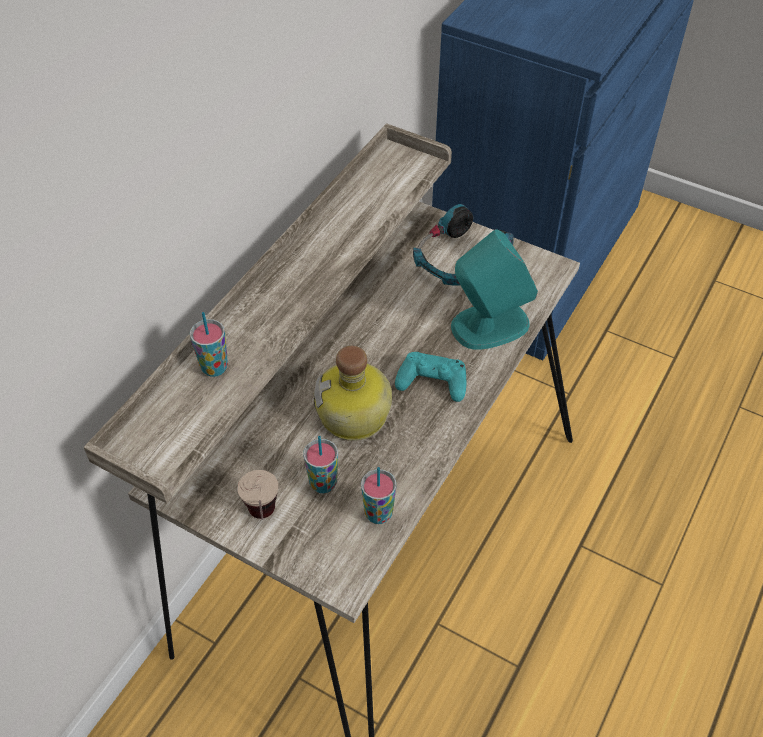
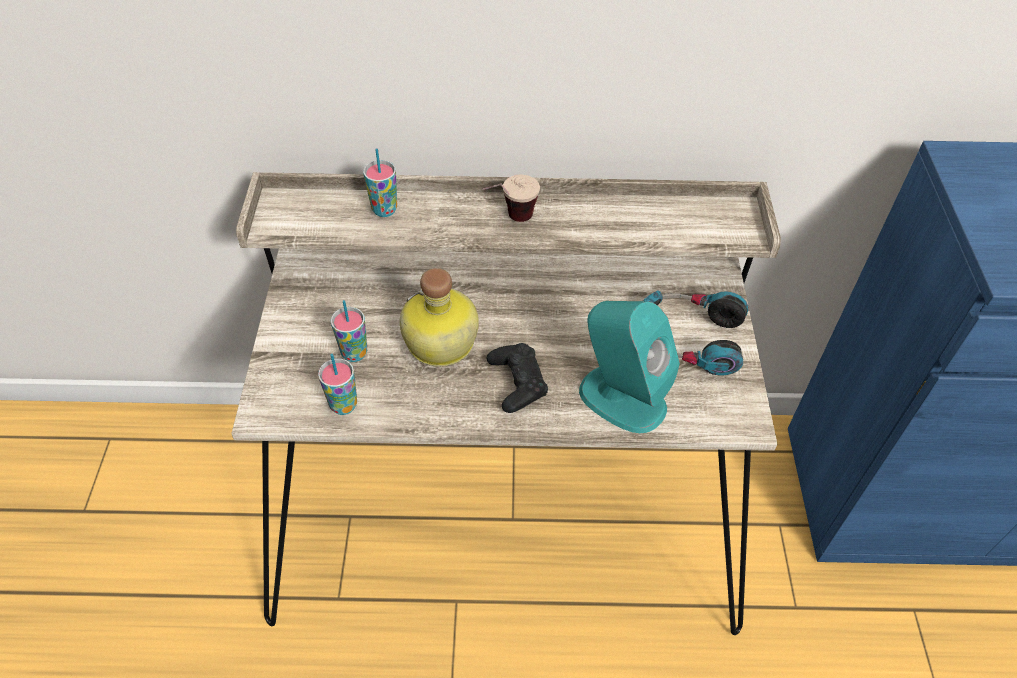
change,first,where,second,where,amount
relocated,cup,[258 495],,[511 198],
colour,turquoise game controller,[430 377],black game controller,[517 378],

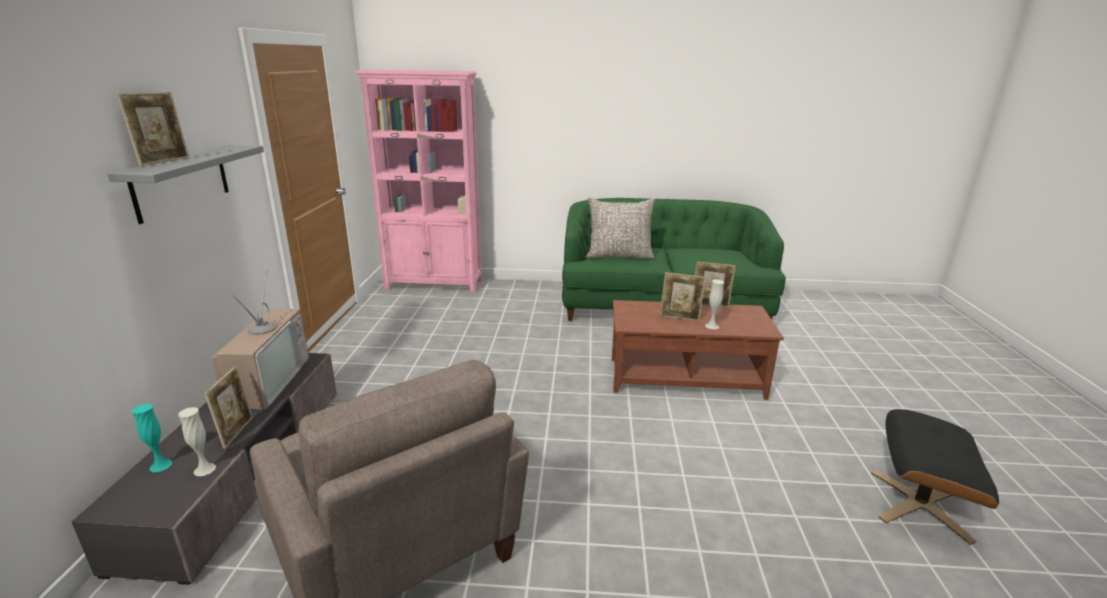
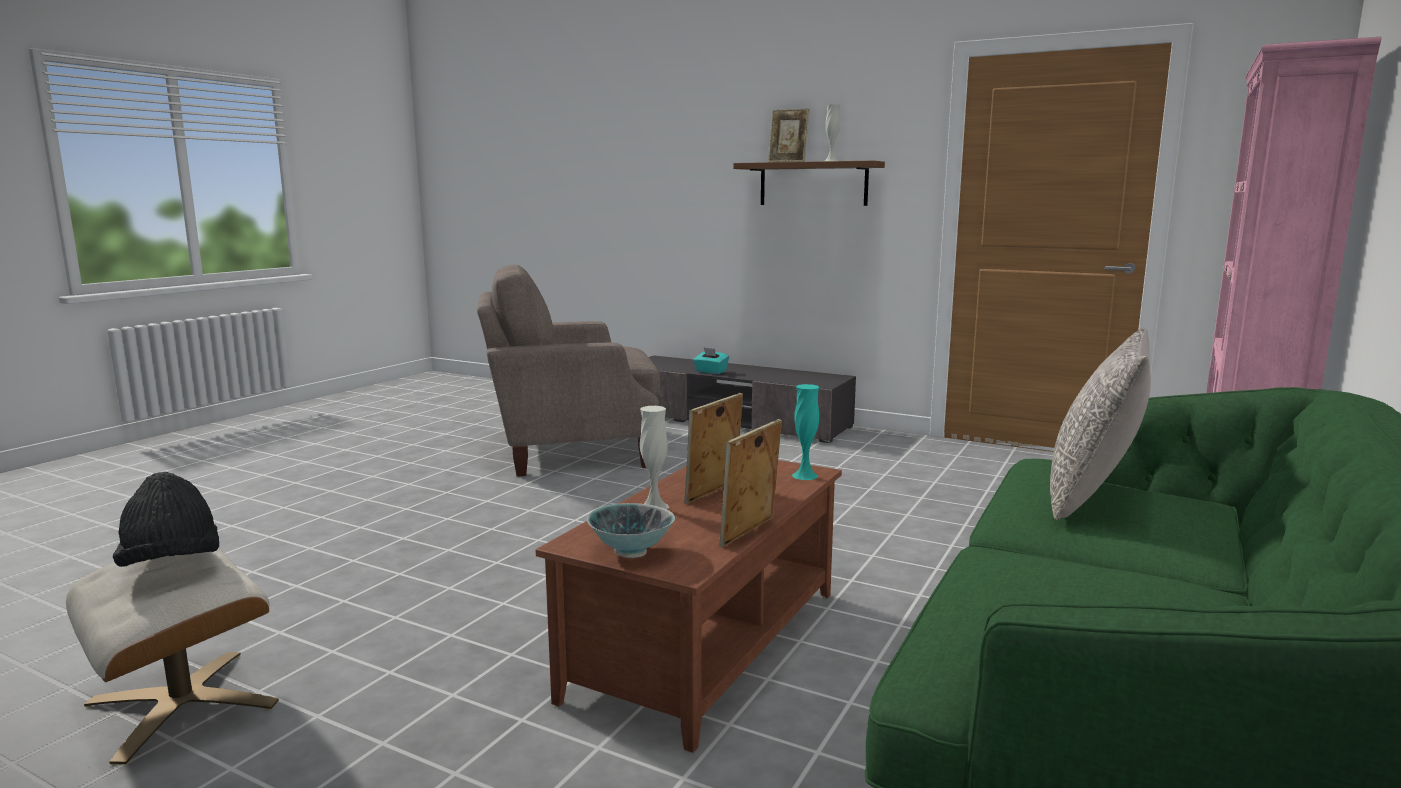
change,first,where,second,where,amount
colour,black ottoman,[935 477],beige ottoman,[172 656],
appeared,,,black hat,[166 519],
appeared,,,bowl,[631 530],
exchanged,picture frame,[228 407],turquoise tissue box,[711 361],
colour,grey shelf,[185 184],brown shelf,[809 183],
relocated,turquoise vase,[152 438],,[805 432],
relocated,white vase,[197 441],,[832 132],
missing,television,[260 340],,,

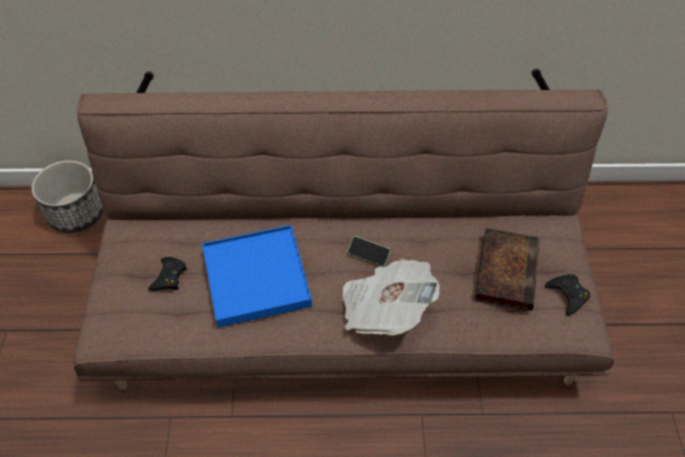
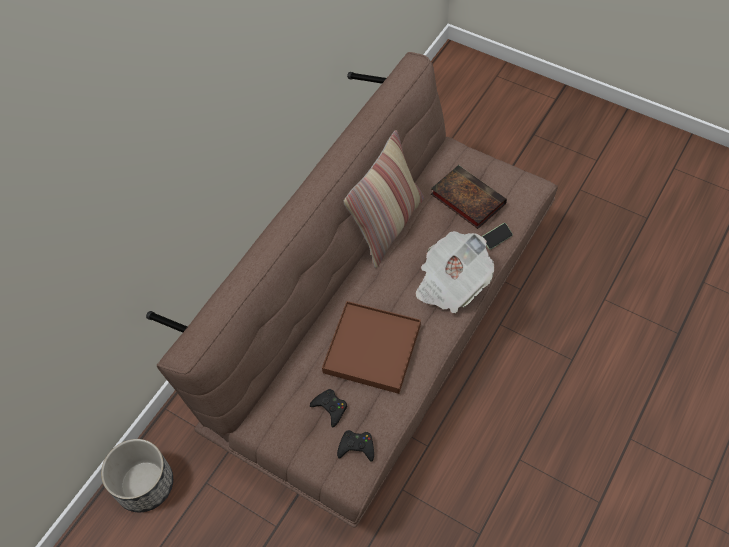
change,first,where,second,where,amount
colour,blue tray,[257 276],brown tray,[371 347],
relocated,black game controller,[567 294],,[355 446],
appeared,,,pillow,[384 199],
relocated,phone,[369 251],,[497 236],

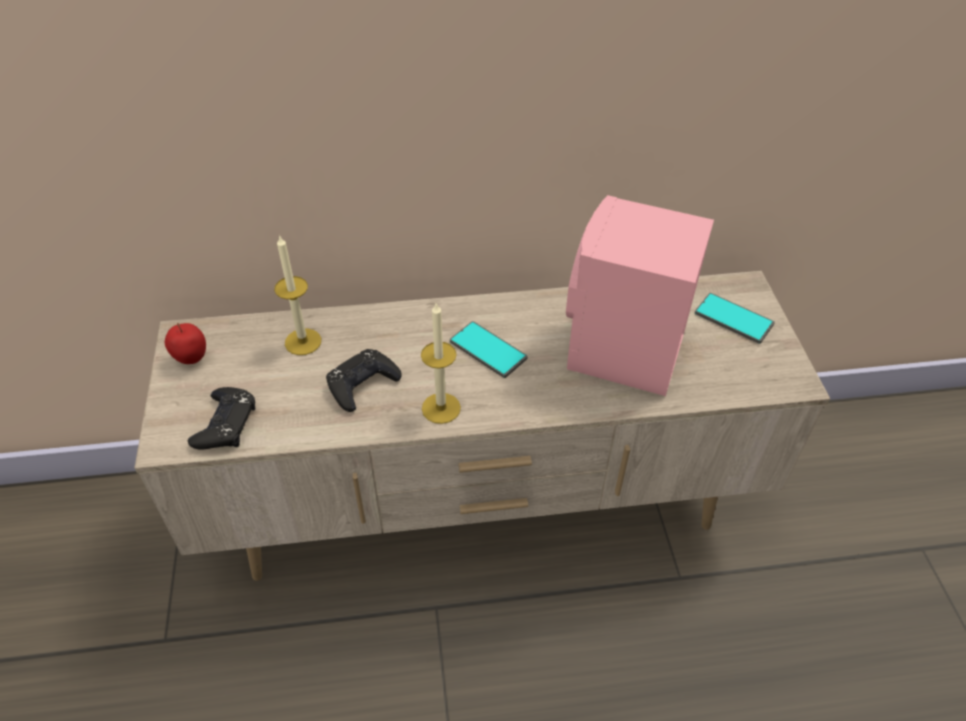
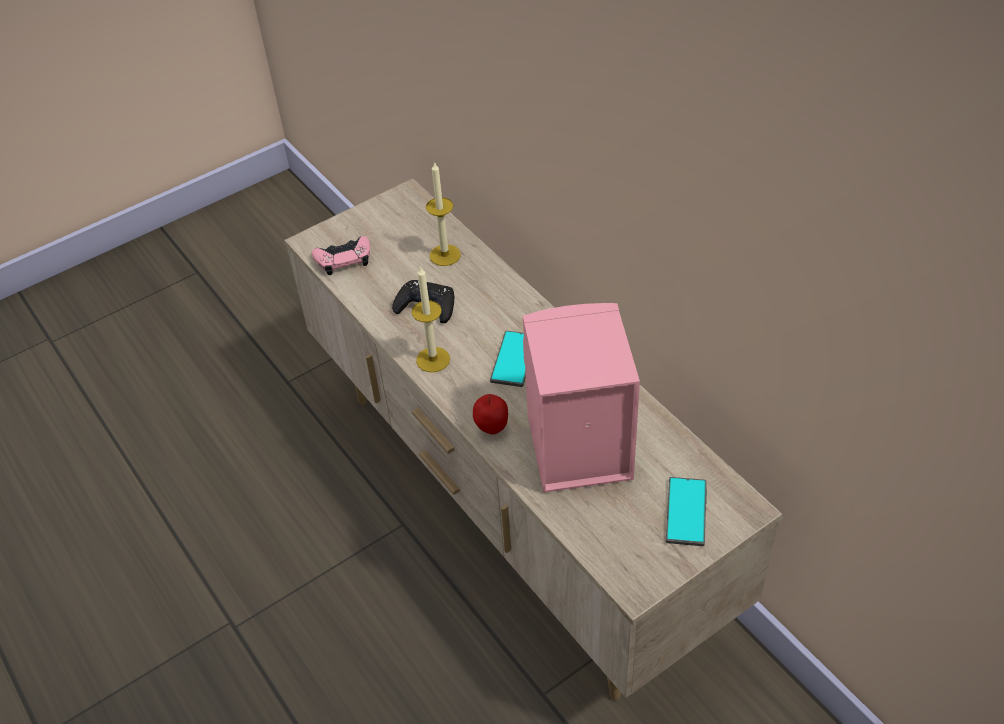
change,first,where,second,where,amount
colour,black game controller,[221 418],pink game controller,[341 255],
relocated,apple,[185 343],,[490 414],

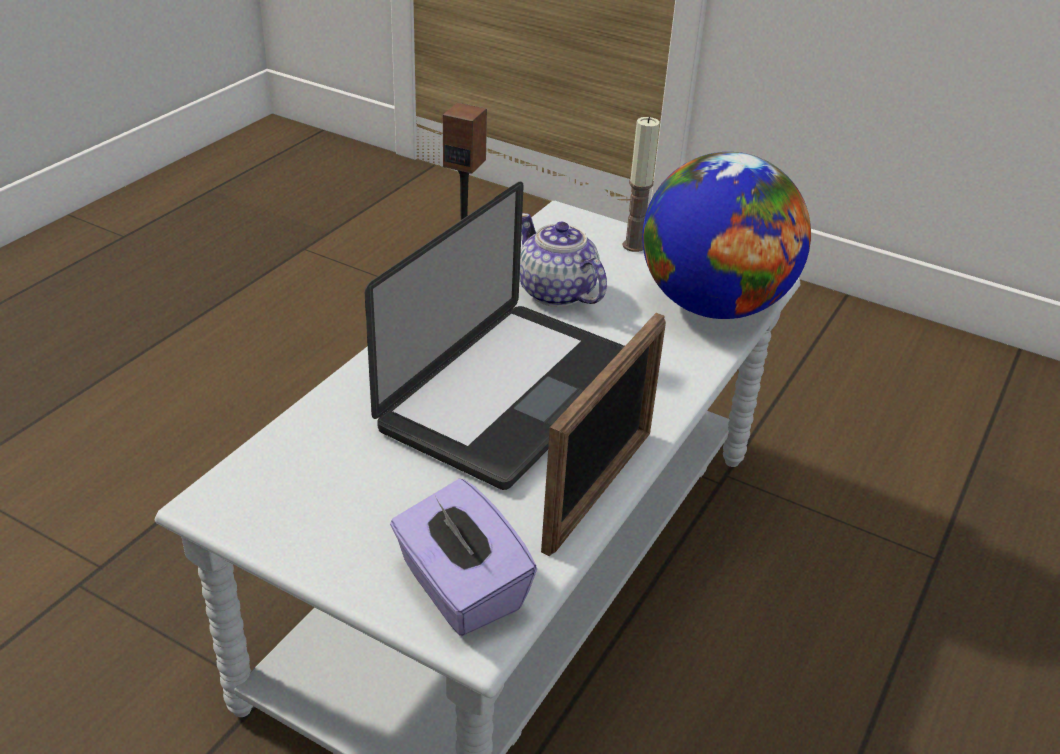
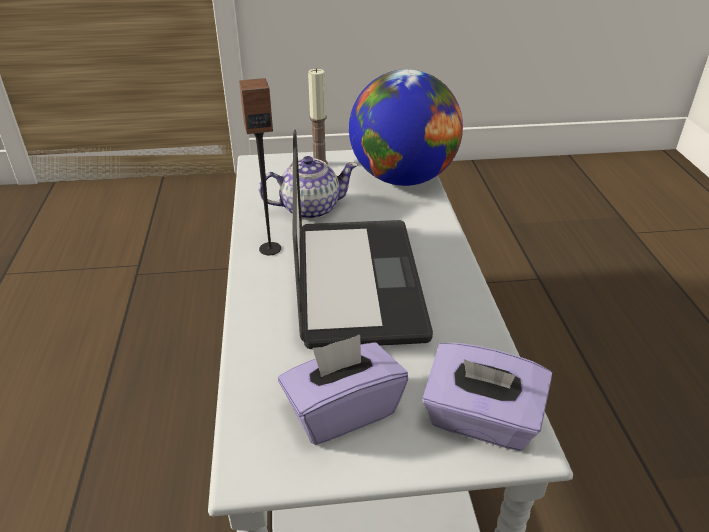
change,first,where,second,where,amount
spun,teapot,[563 260],,[308 187],150 degrees clockwise
appeared,,,purple tissue box,[343 390],
missing,picture frame,[603 434],,,

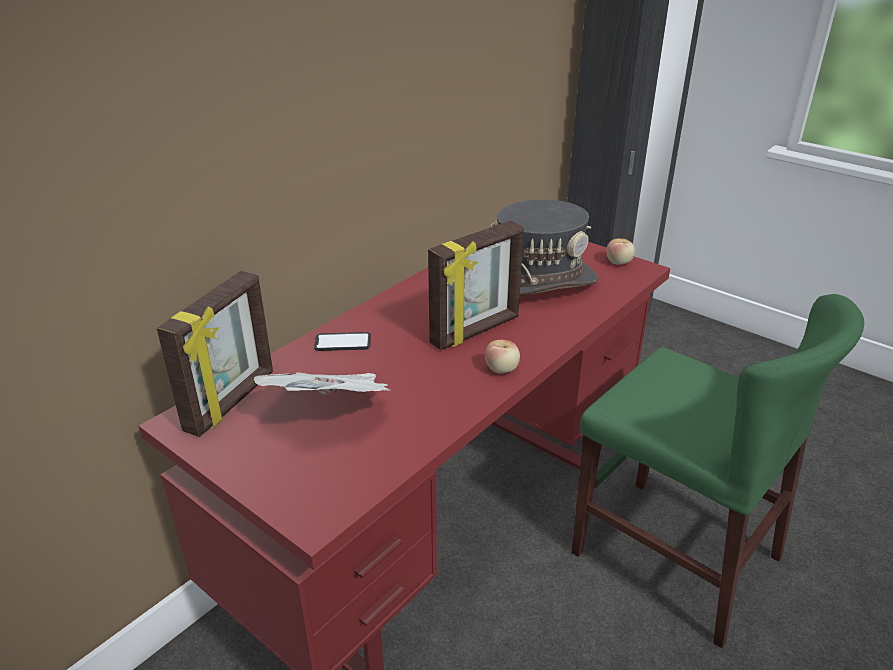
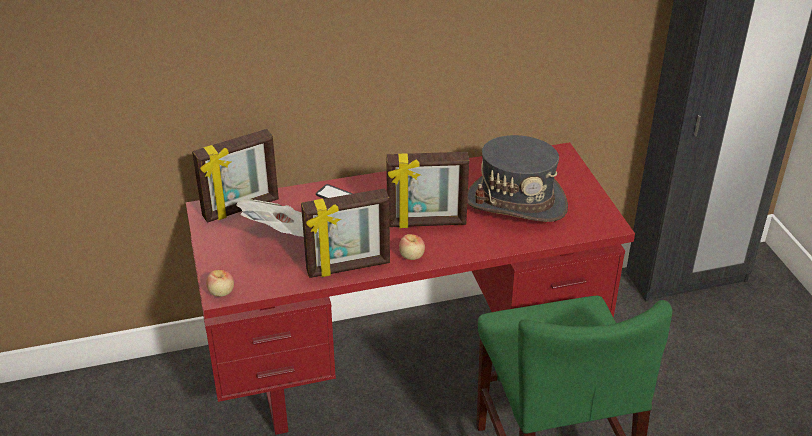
change,first,where,second,where,amount
relocated,apple,[620 251],,[220 283],
appeared,,,picture frame,[345 233],

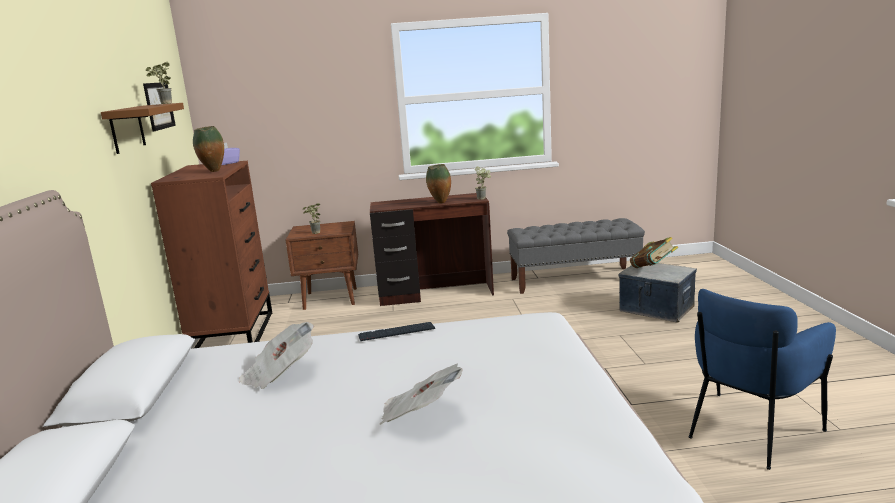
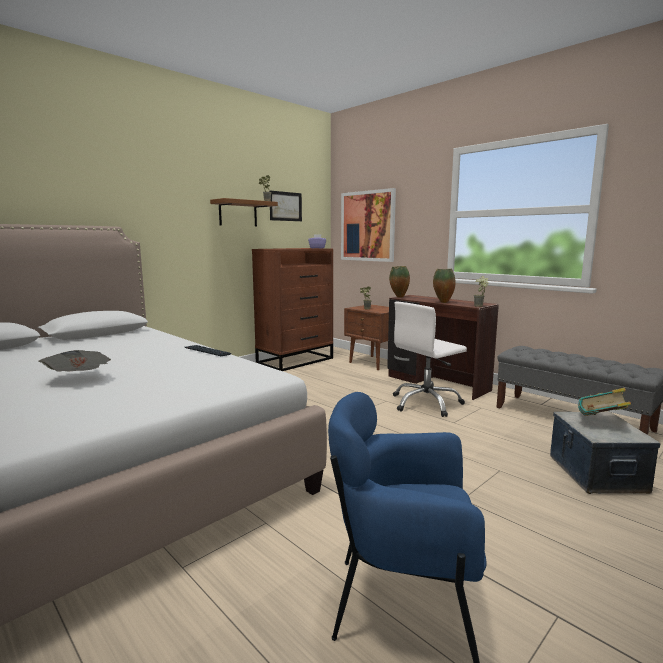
change,first,where,second,where,amount
appeared,,,picture,[368 225],
relocated,vase,[208 149],,[399 282],
appeared,,,white office chair,[430 359],
missing,newspaper,[276 355],,,

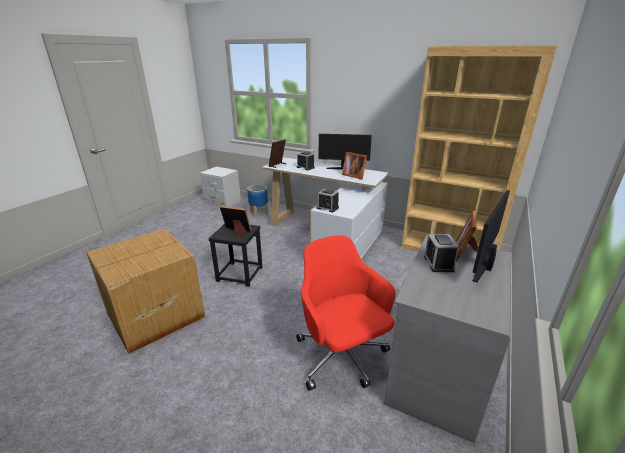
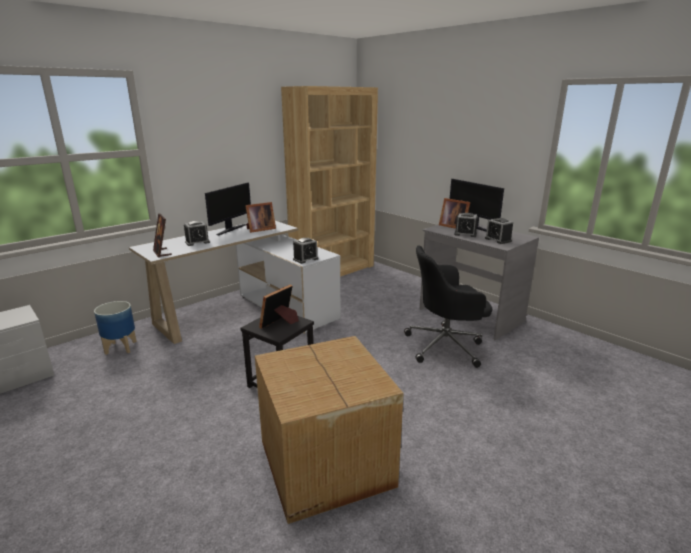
change,first,where,second,where,amount
colour,red office chair,[345 313],black office chair,[448 306],
appeared,,,alarm clock,[499 231],

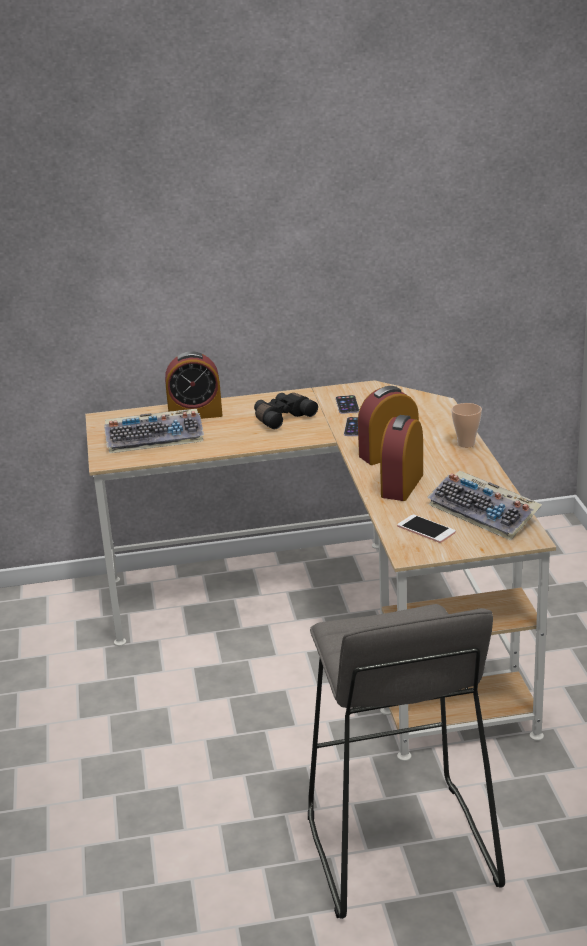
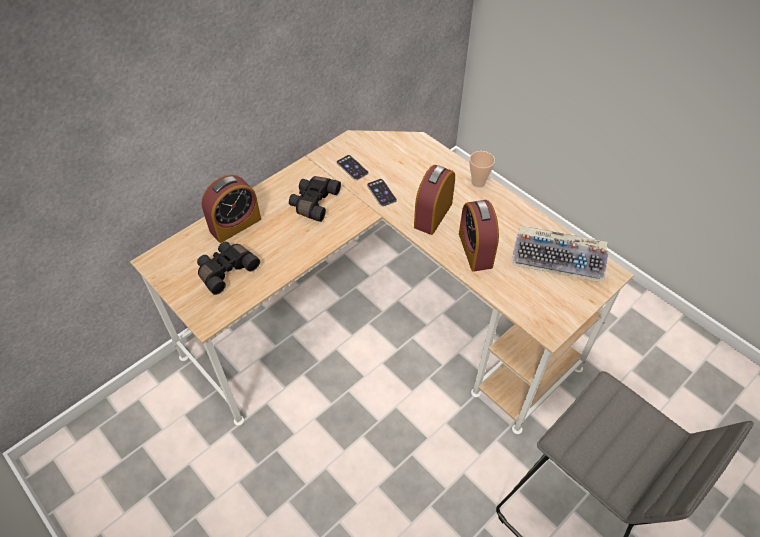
change,first,where,second,where,amount
exchanged,keyboard,[154 431],black binoculars,[228 268],
missing,phone,[426 529],,,

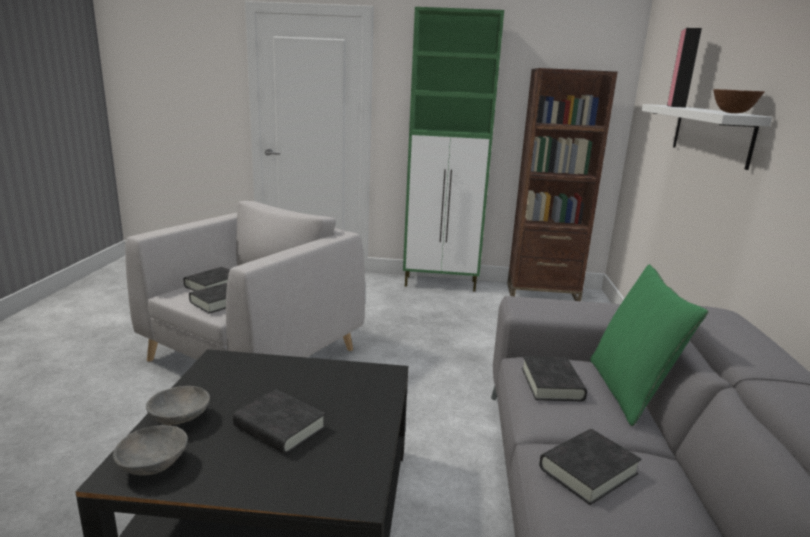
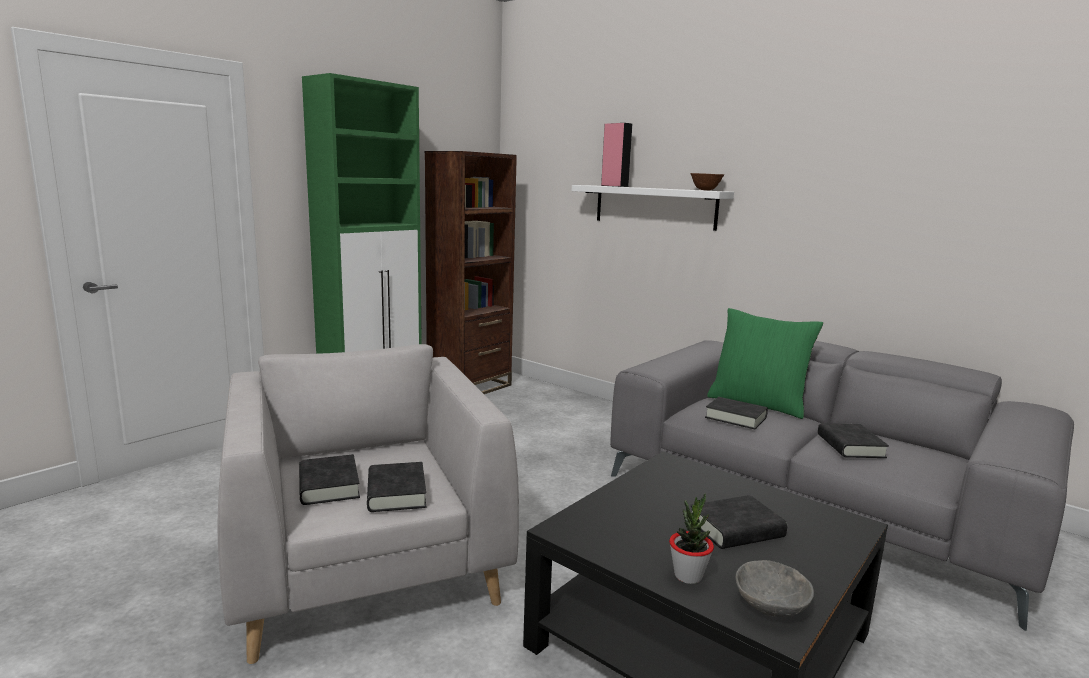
change,first,where,second,where,amount
exchanged,grey bowl,[178 406],potted plant,[691 538],

